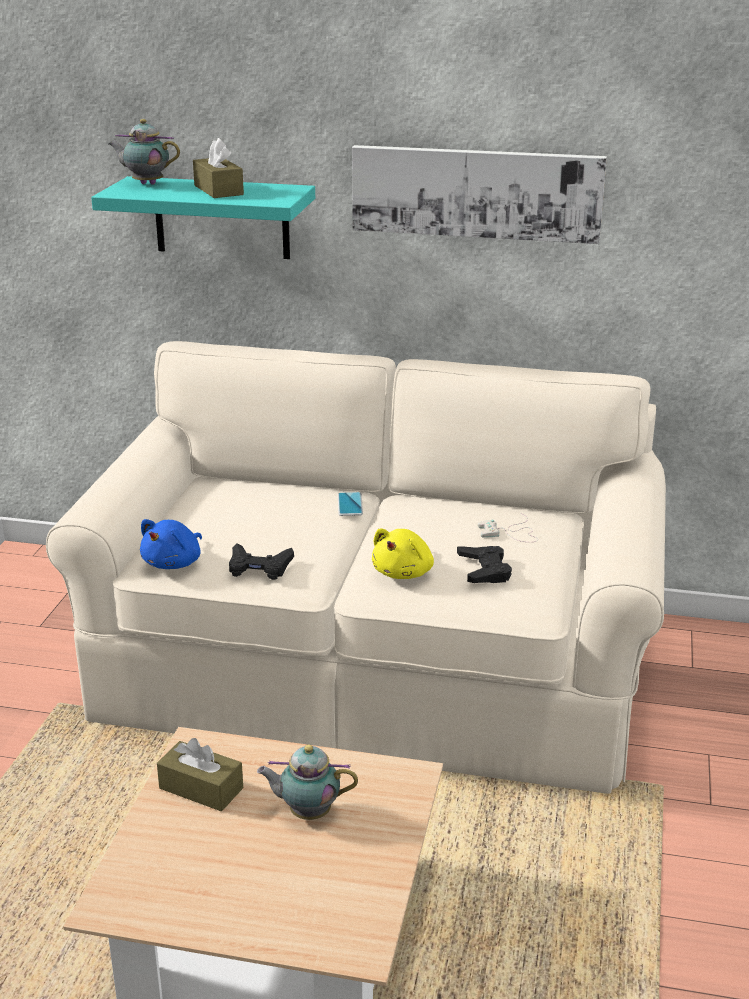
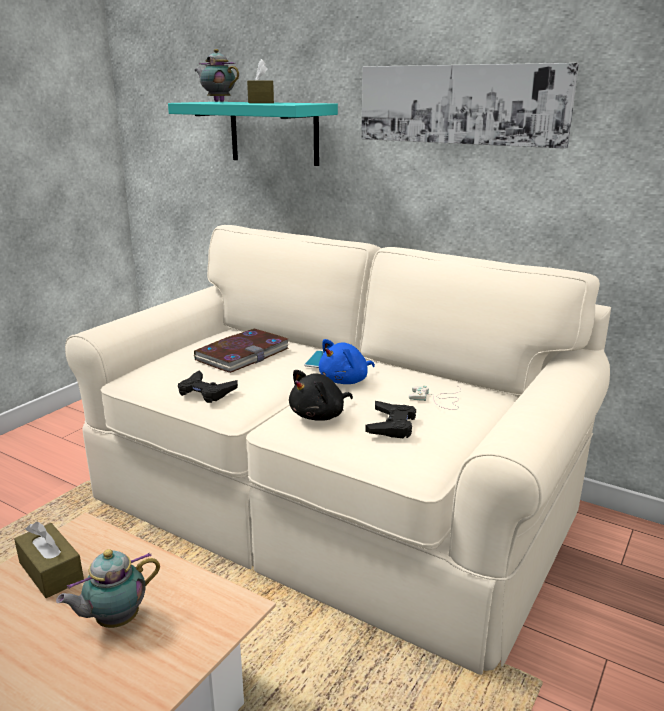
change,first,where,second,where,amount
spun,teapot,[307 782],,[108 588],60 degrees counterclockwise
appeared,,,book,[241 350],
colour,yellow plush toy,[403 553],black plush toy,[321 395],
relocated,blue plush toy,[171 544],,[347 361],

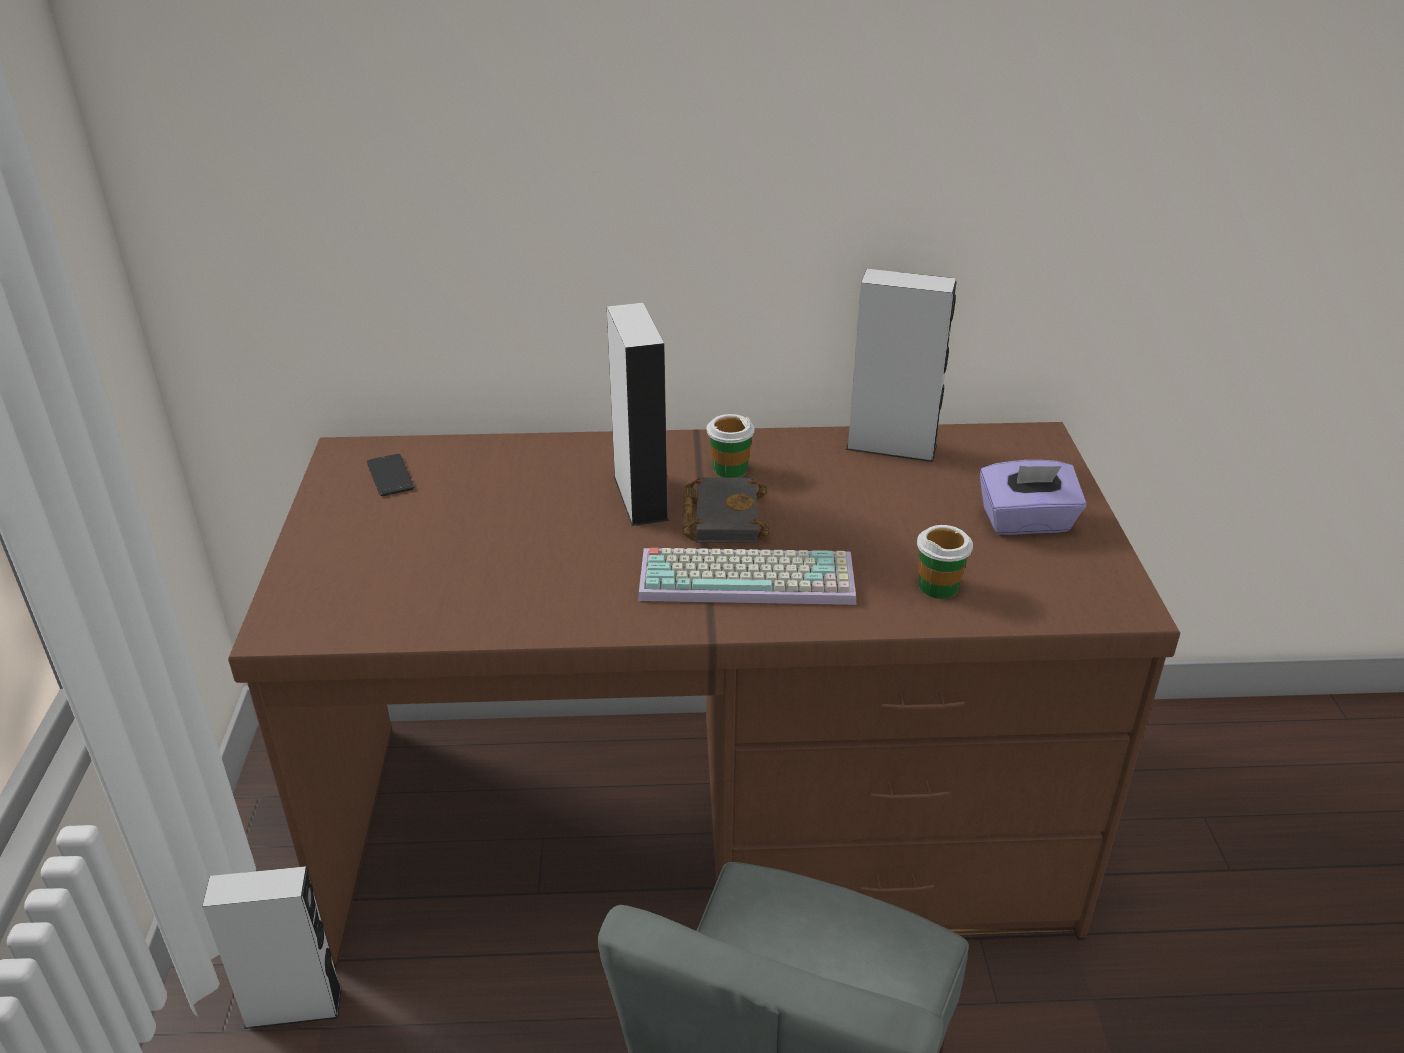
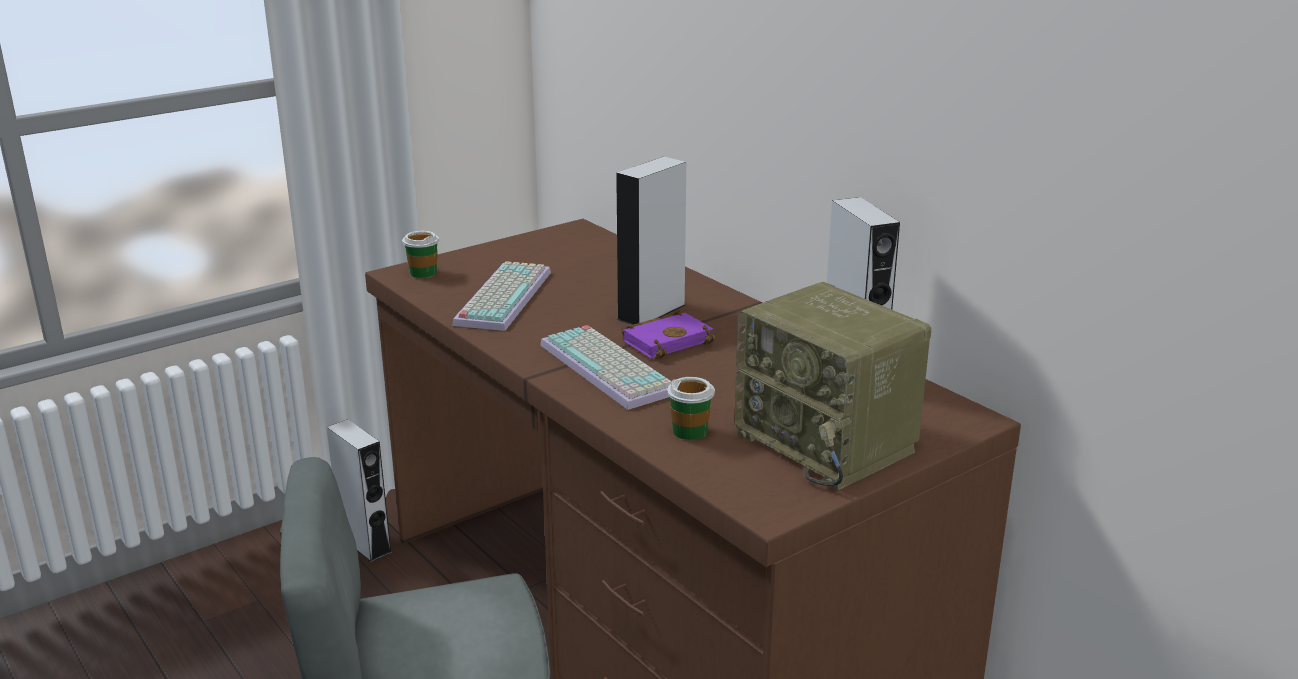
change,first,where,second,where,amount
relocated,cup,[730 446],,[420 254],
appeared,,,keyboard,[501 296],
colour,black book,[726 510],purple book,[668 335],
exchanged,purple tissue box,[1033 497],radio,[833 386],
missing,phone,[390 475],,,

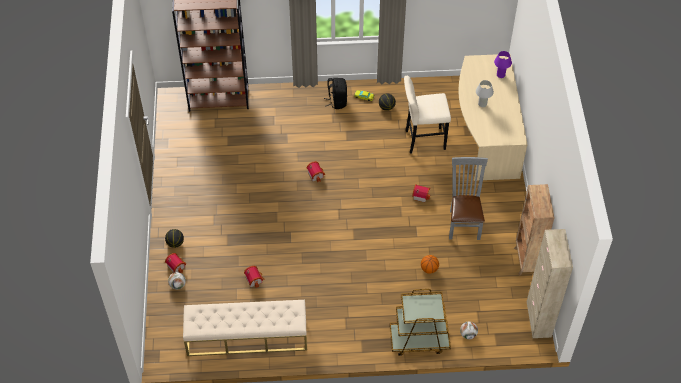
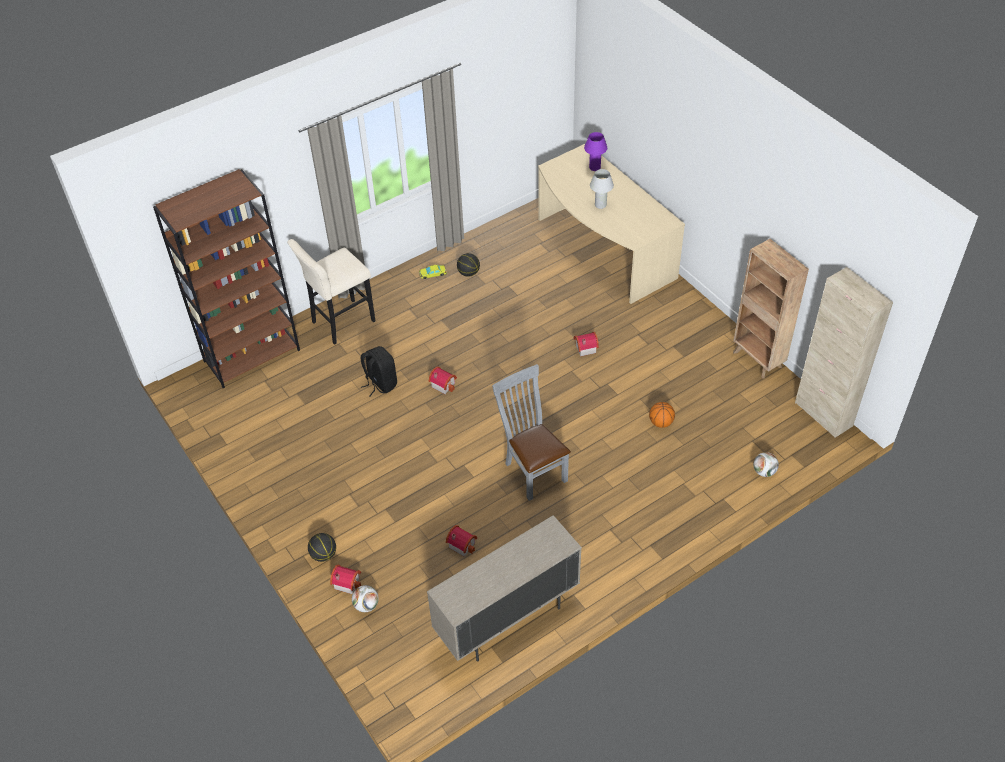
change,first,where,second,where,amount
relocated,beige stool,[427 115],,[331 292],
relocated,black backpack,[335 93],,[379 371],
exchanged,beige bench,[245 328],beige cabinet,[504 588],
relocated,grey chair,[468 198],,[531 432],
missing,brown cart,[420 322],,,

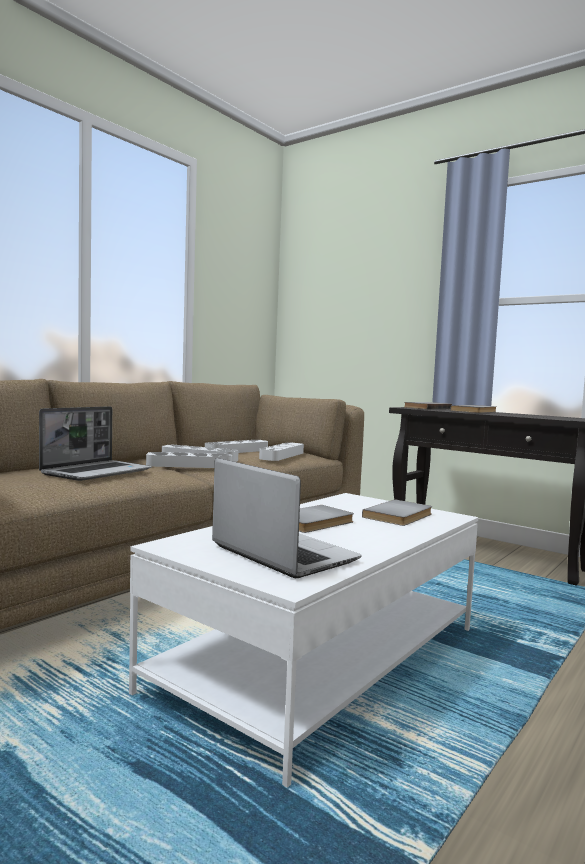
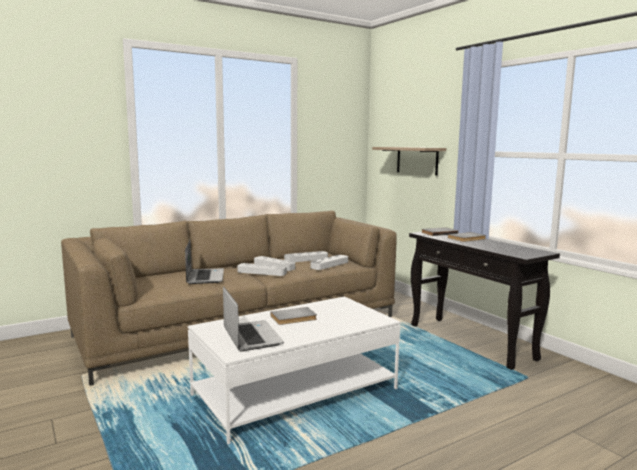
change,first,where,second,where,amount
spun,laptop,[95 443],,[204 262],60 degrees counterclockwise
appeared,,,shelf,[409 161],
missing,grey book,[397 512],,,

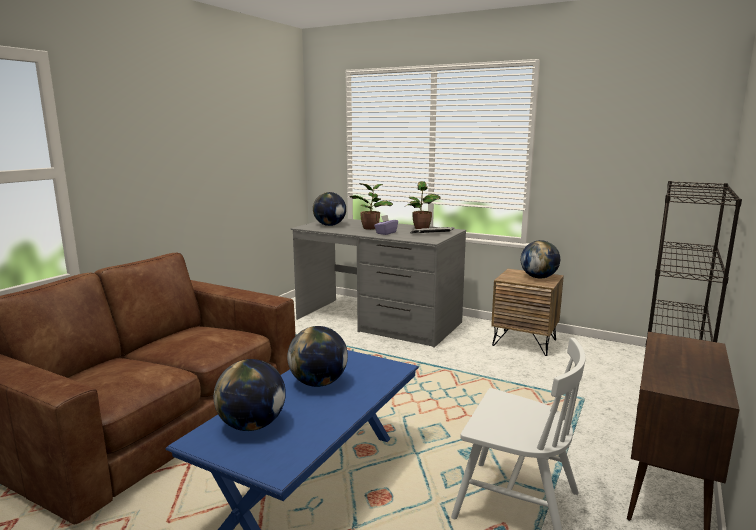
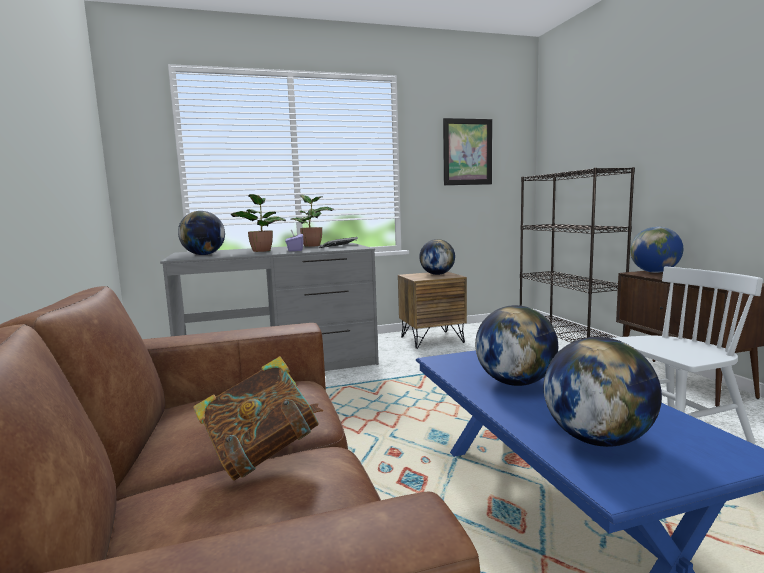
change,first,where,second,where,amount
appeared,,,book,[258 418],
appeared,,,picture,[467 151],
appeared,,,globe,[656 250],

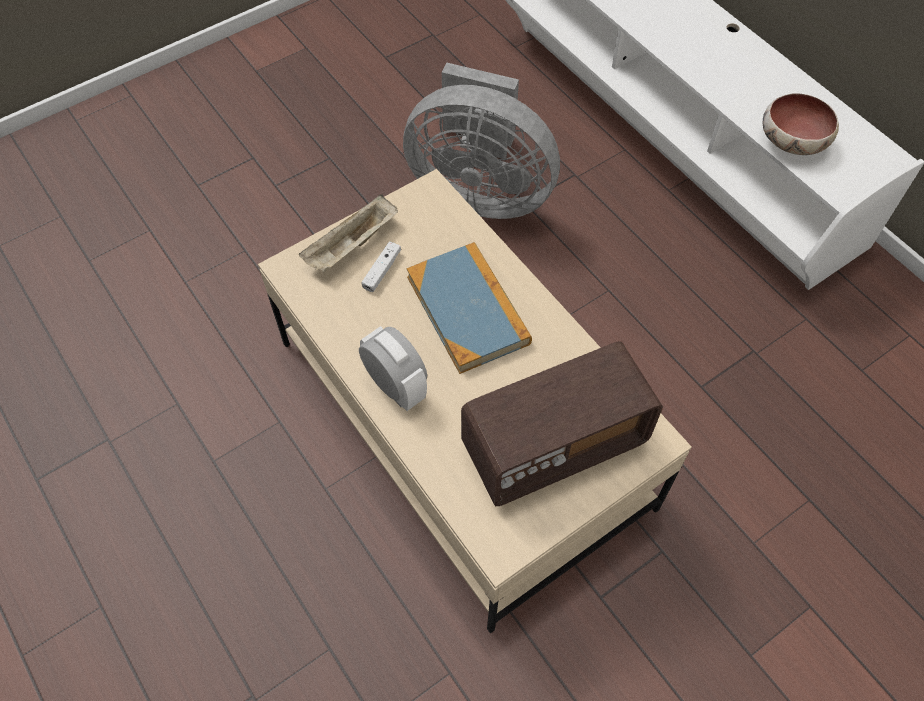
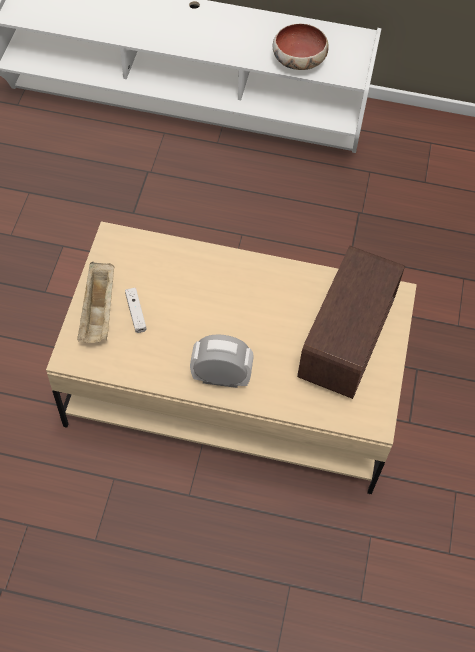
change,first,where,second,where,amount
missing,grey fan,[481 140],,,
missing,book,[469 308],,,

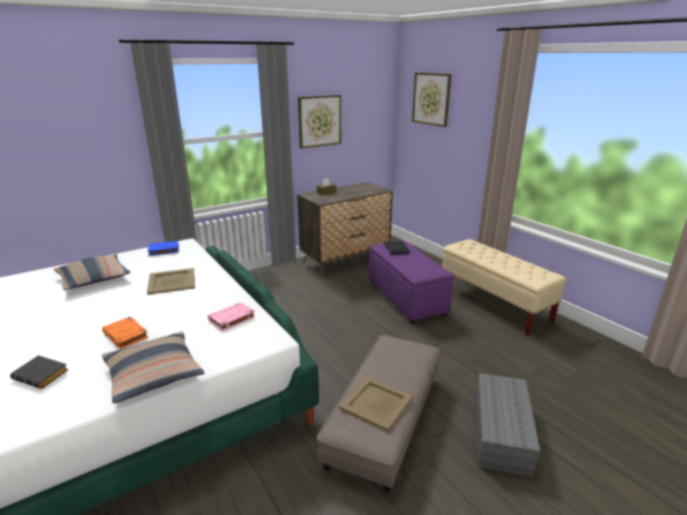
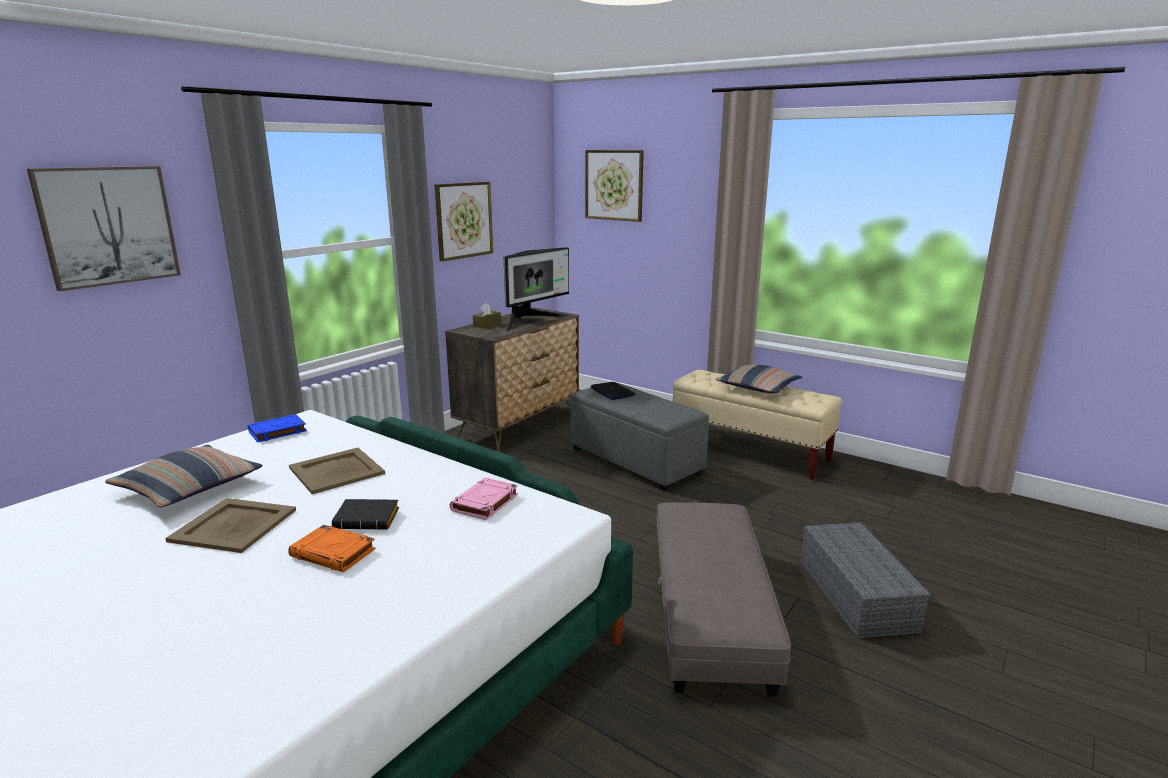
change,first,where,second,where,amount
appeared,,,picture,[104 228],
relocated,beige tray,[376 404],,[230 525],
relocated,black book,[39 372],,[365 514],
appeared,,,monitor,[536 289],
colour,purple ottoman,[411 282],grey ottoman,[639 436],
relocated,pillow,[153 367],,[758 378],

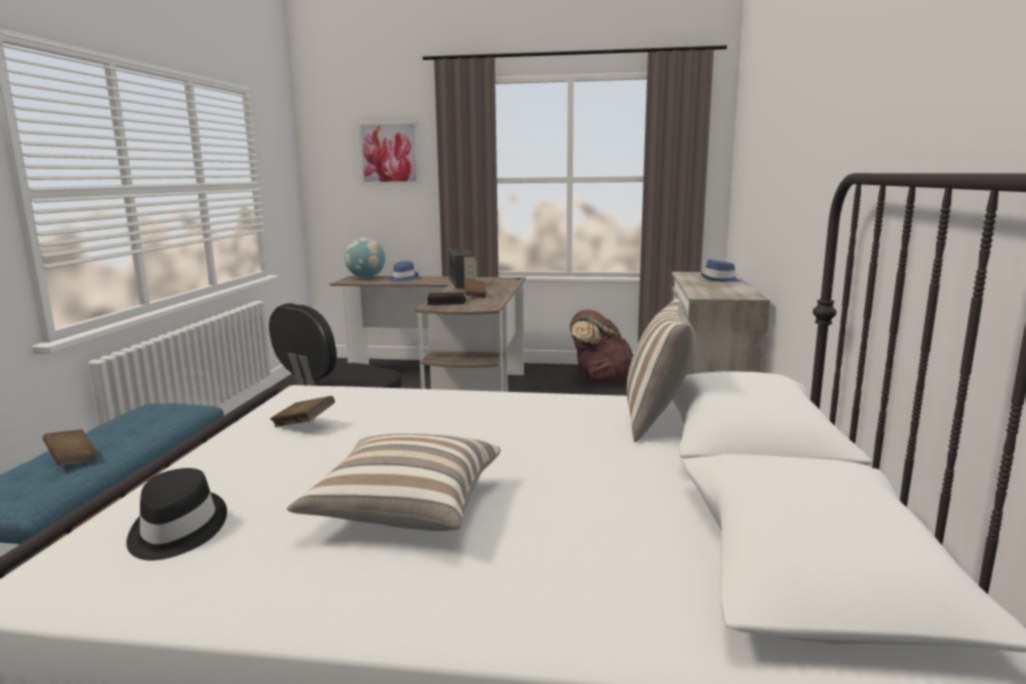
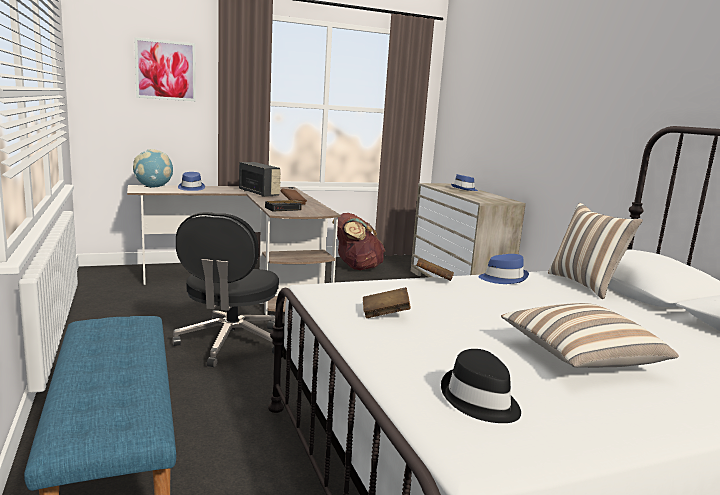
change,first,where,second,where,amount
relocated,brown book,[70 447],,[435 269],
appeared,,,blue hat,[503 269],

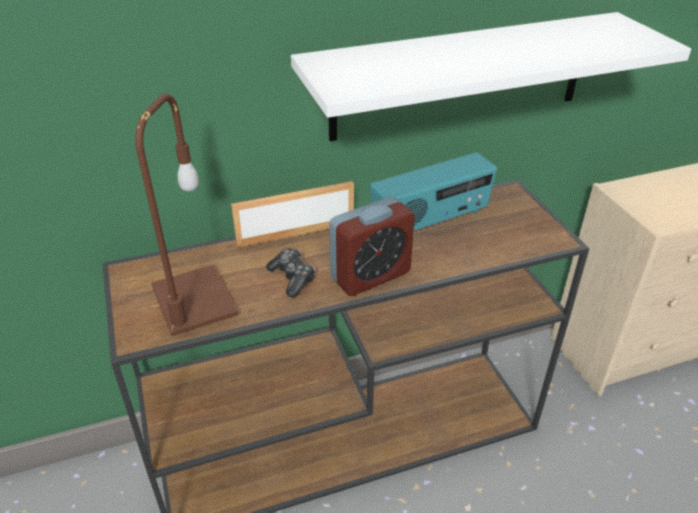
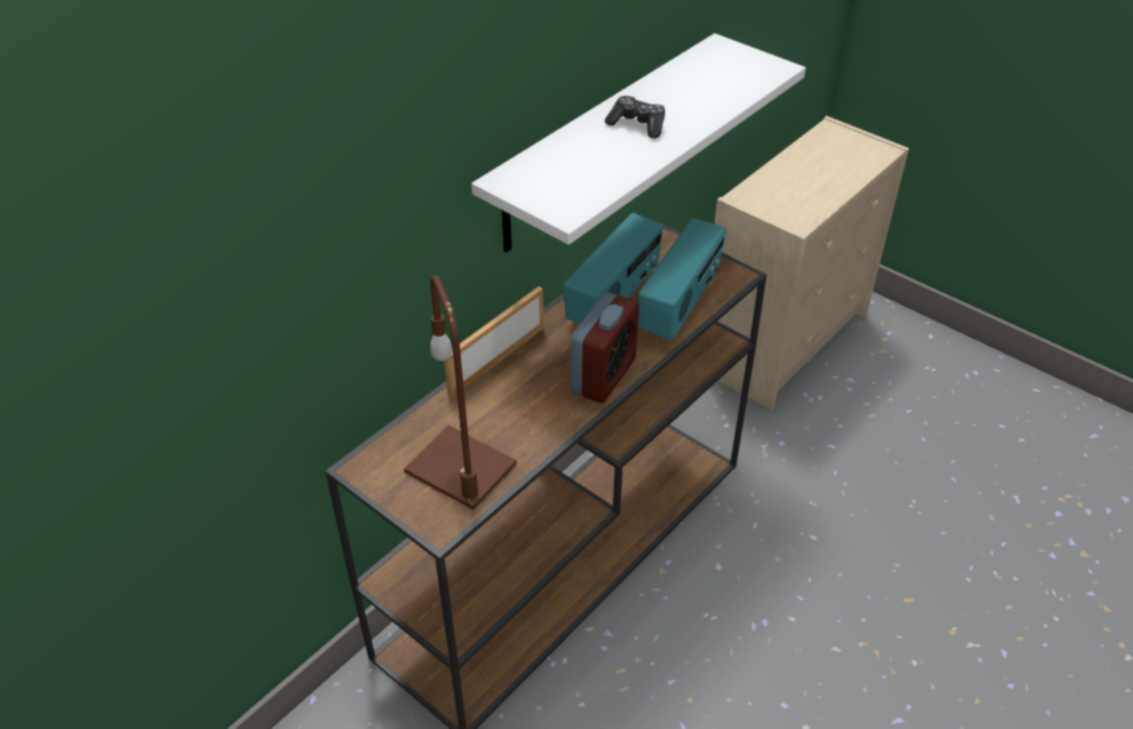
change,first,where,second,where,amount
relocated,game controller,[290 272],,[635 117],
appeared,,,radio,[682 279],

